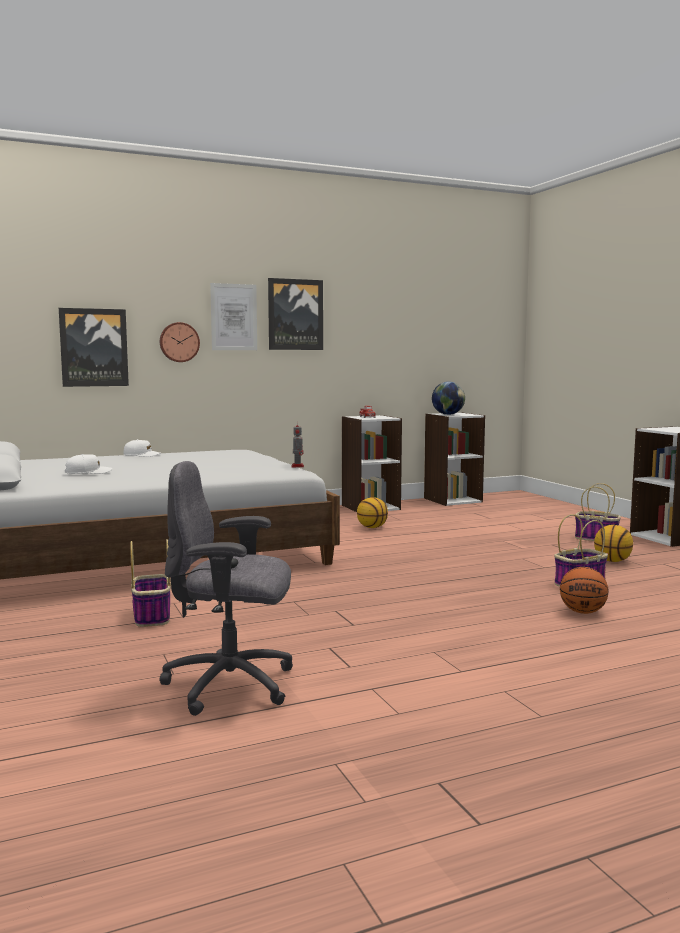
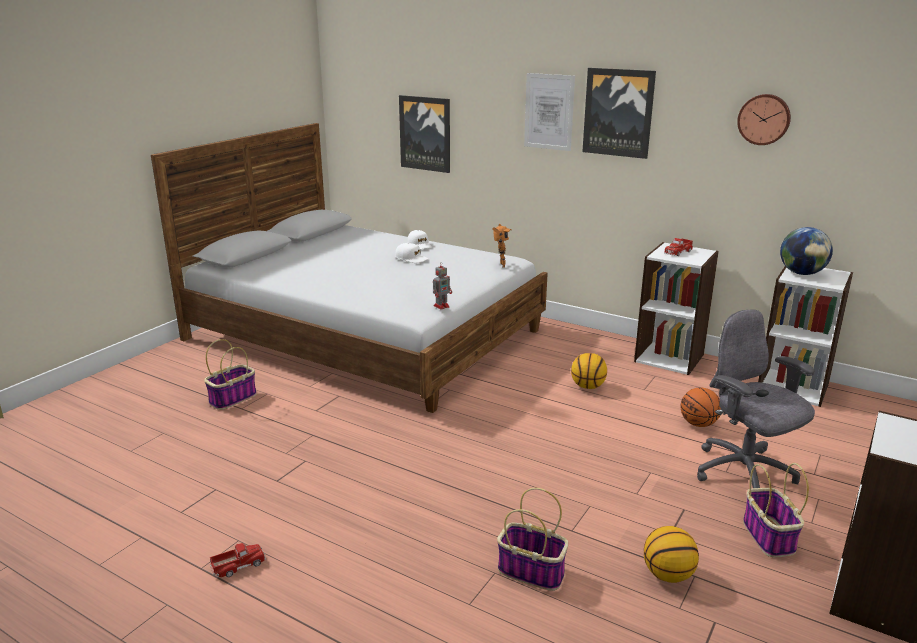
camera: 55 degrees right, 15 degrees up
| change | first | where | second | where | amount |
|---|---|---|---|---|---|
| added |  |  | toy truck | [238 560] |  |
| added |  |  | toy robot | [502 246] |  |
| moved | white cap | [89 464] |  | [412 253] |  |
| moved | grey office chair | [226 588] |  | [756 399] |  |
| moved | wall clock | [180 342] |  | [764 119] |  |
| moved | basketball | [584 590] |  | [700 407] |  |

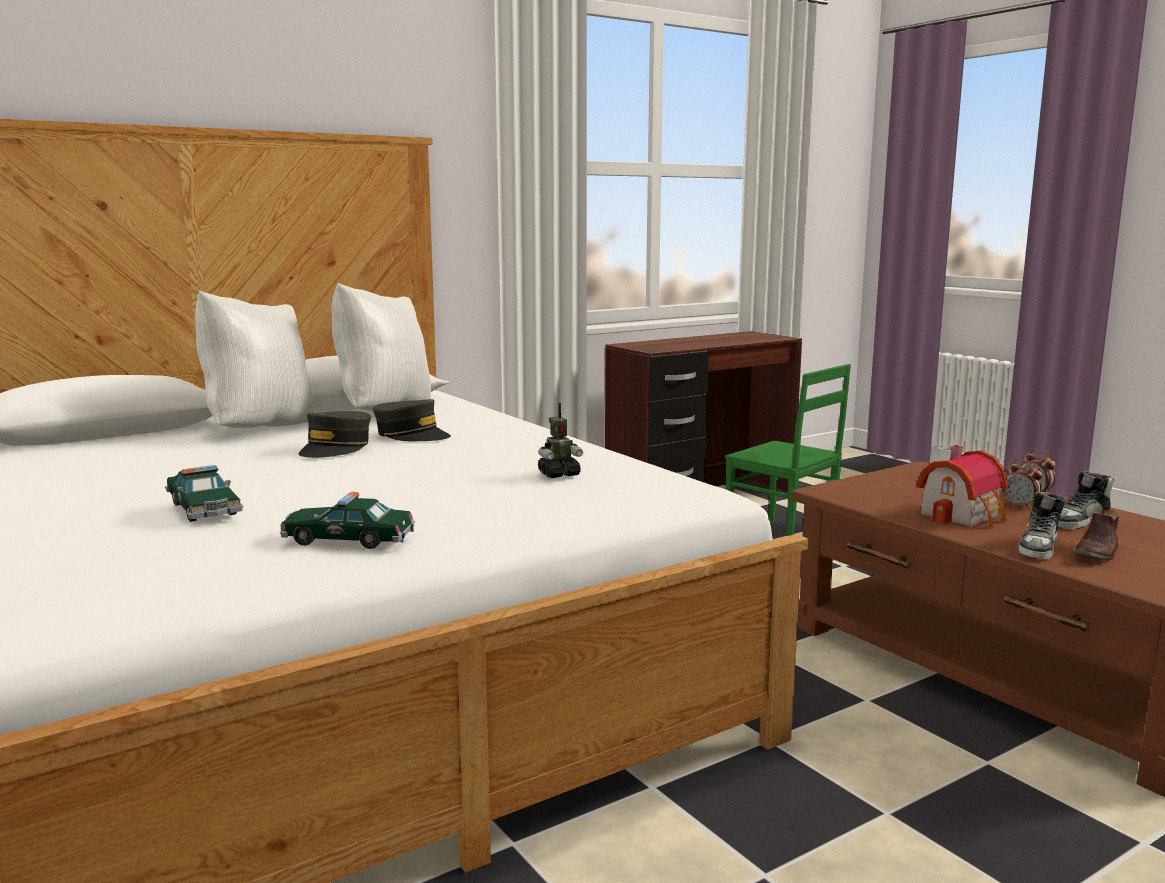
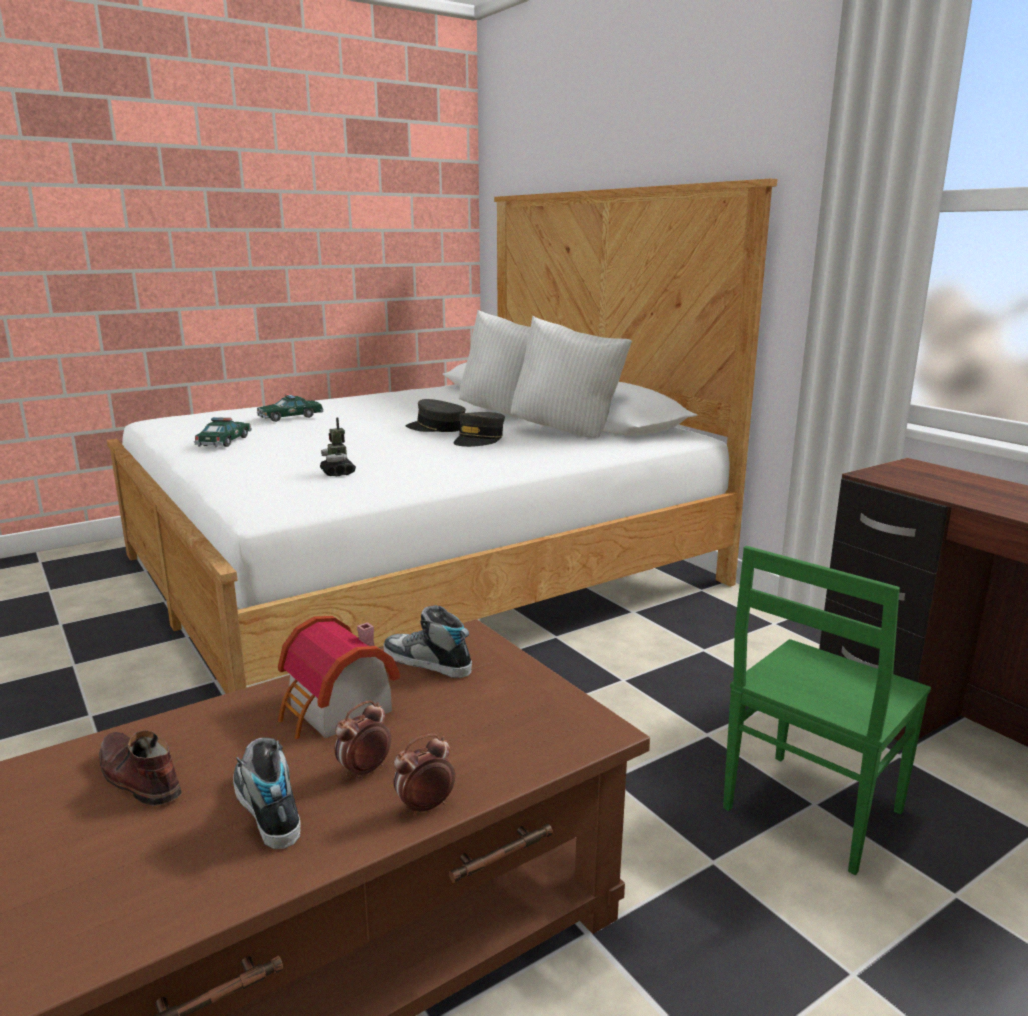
camera: 90 degrees right, 5 degrees up
| change | first | where | second | where | amount |
|---|---|---|---|---|---|
| moved | shoe | [1041 525] |  | [428 641] |  |

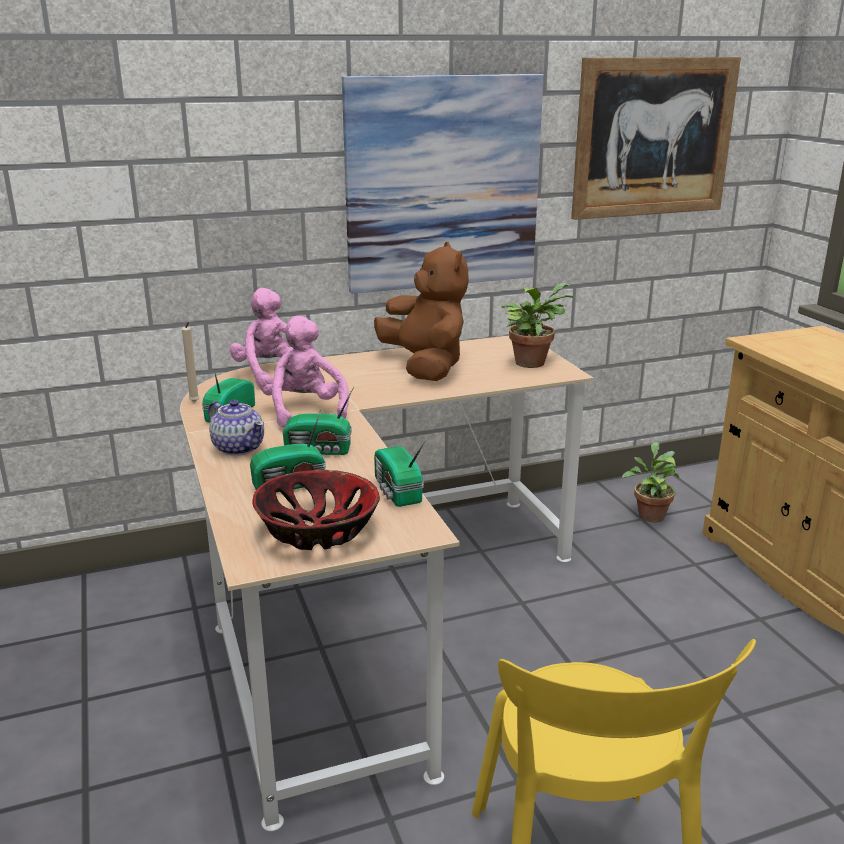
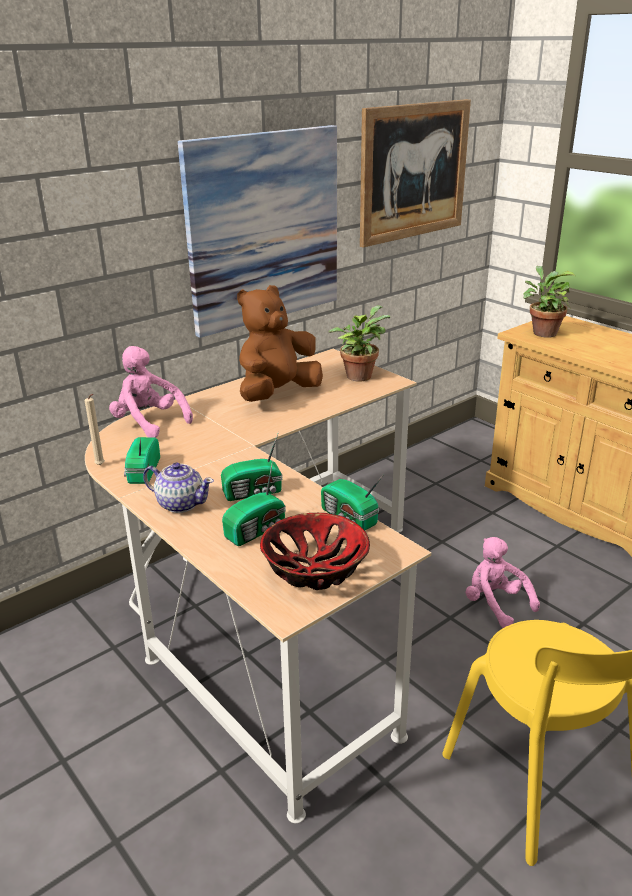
camera: 20 degrees left, 5 degrees up
| change | first | where | second | where | amount |
|---|---|---|---|---|---|
| moved | pink plush toy | [303 372] |  | [503 582] |  |
| moved | potted plant | [650 482] |  | [549 301] |  |
| turned | brown plush toy | [421 311] |  | [280 343] | 90 degrees counterclockwise |

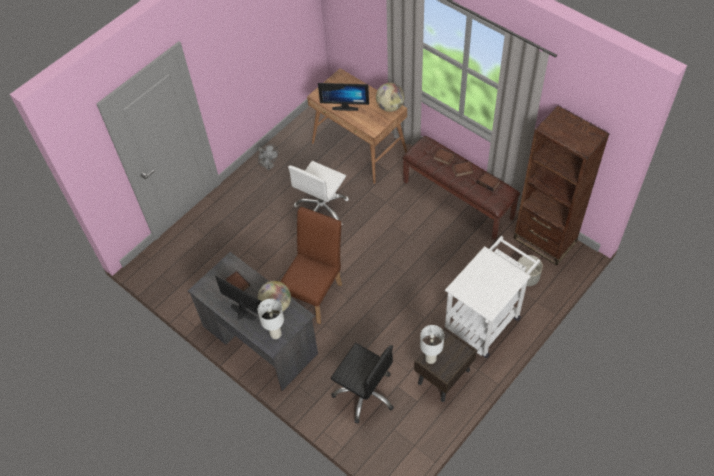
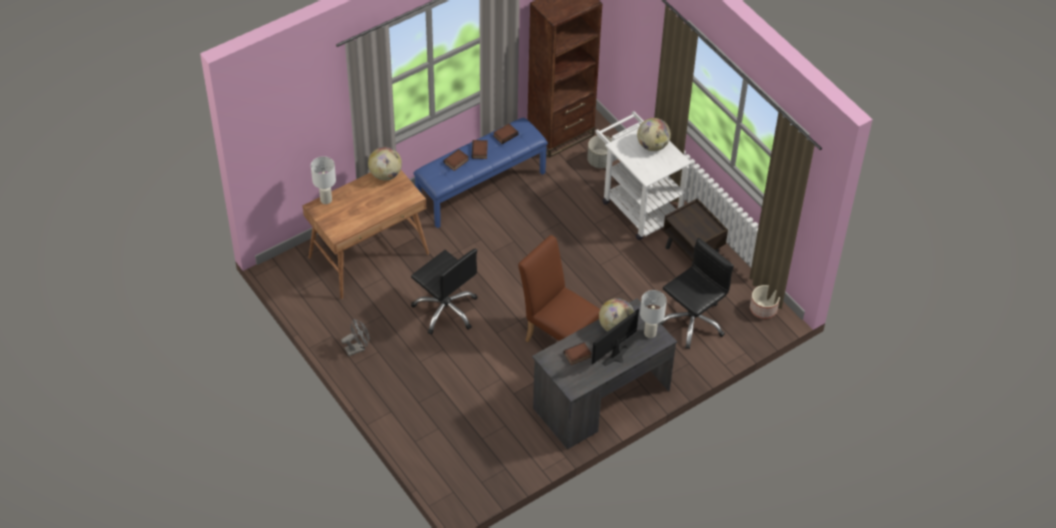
camera: 80 degrees left, 5 degrees down
| change | first | where | second | where | amount |
|---|---|---|---|---|---|
| removed | monitor | [343 97] |  |  |  |
| added |  |  | globe | [654 134] |  |
| added |  |  | planter | [765 302] |  |
| moved | white table lamp | [432 344] |  | [323 180] |  |
| recoloured | white office chair | [318 192] | black office chair | [444 292] |  |
| recoloured | brown bench | [461 188] | blue bench | [480 173] |  |

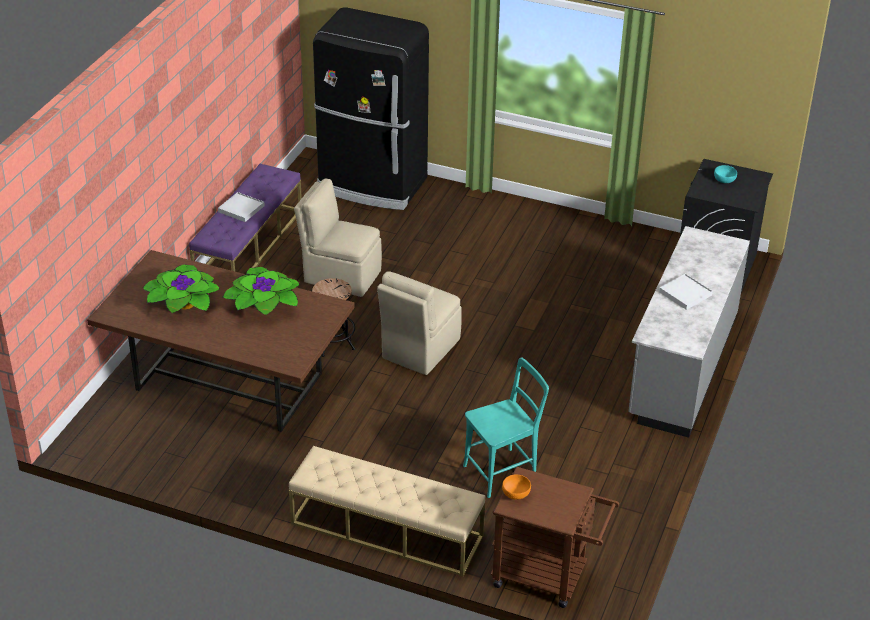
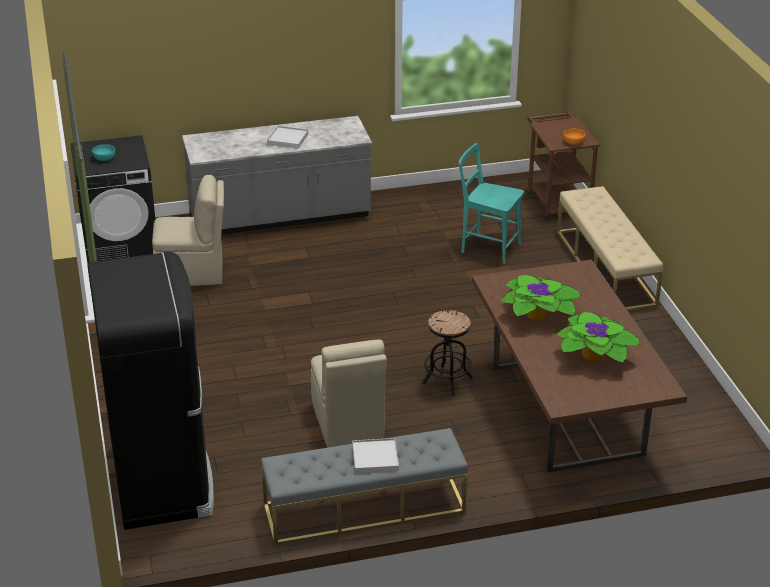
camera: 125 degrees left, 5 degrees down
| change | first | where | second | where | amount |
|---|---|---|---|---|---|
| moved | beige chair | [419 323] |  | [188 230] |  |
| recoloured | purple bench | [245 217] | grey bench | [364 486] |  |

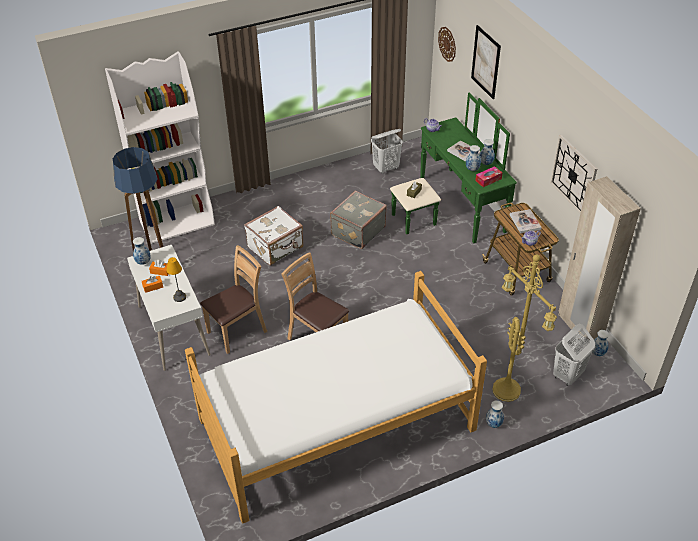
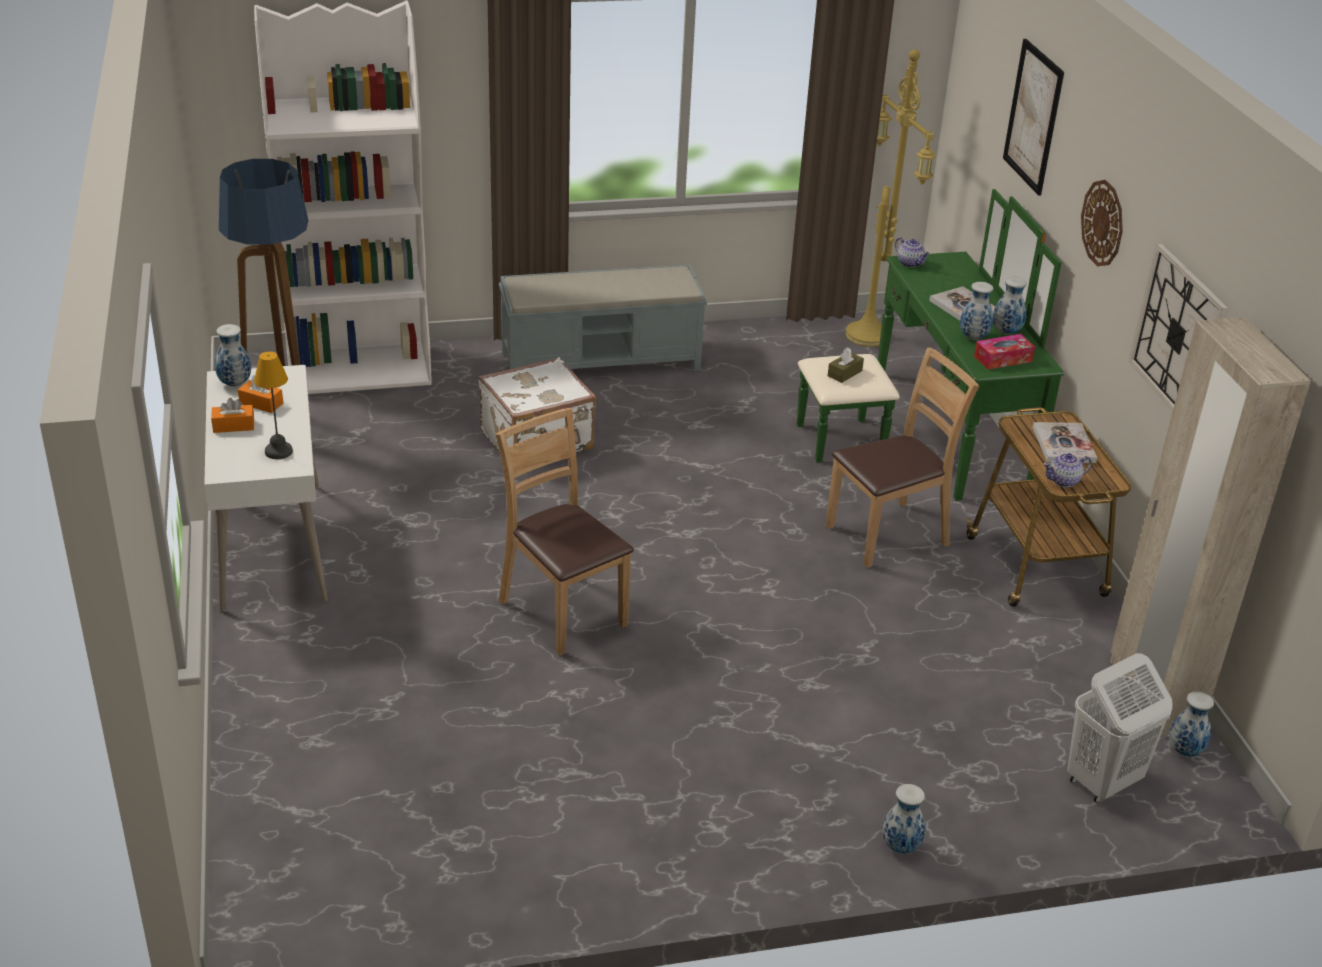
camera: 10 degrees right, 10 degrees down
| change | first | where | second | where | amount |
|---|---|---|---|---|---|
| removed | bed | [336 397] |  |  |  |
| removed | grey suitcase | [358 219] |  |  |  |
| removed | white laundry basket | [387 151] |  |  |  |
| added |  |  | grey bench | [603 317] |  |
| moved | brown chair | [233 299] |  | [902 457] |  |
| moved | wall clock | [447 44] |  | [1102 223] |  |
| moved | yellow floor lamp | [524 328] |  | [891 198] |  |

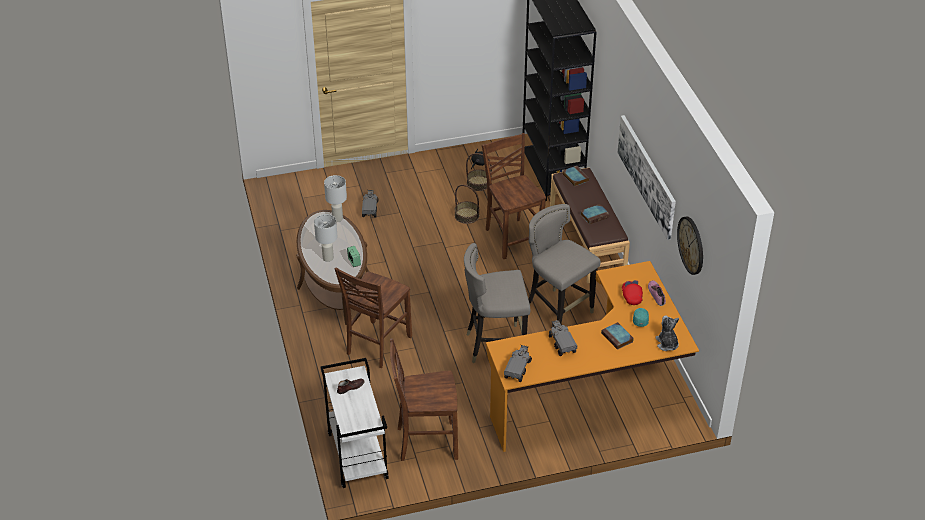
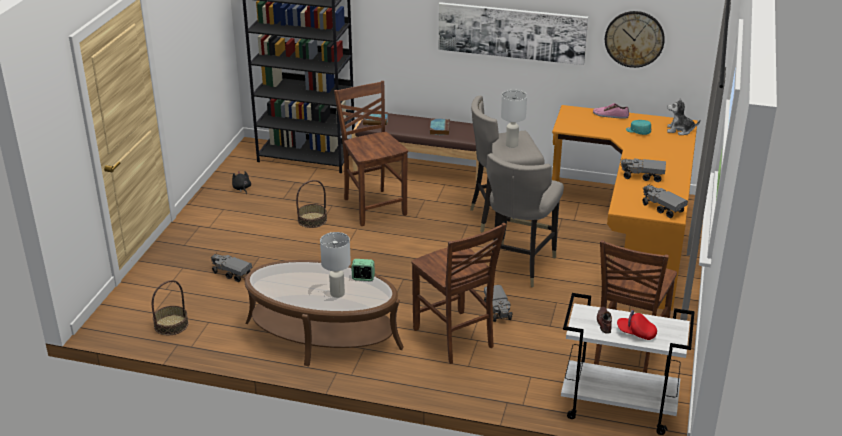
camera: 60 degrees left, 10 degrees down
| change | first | where | second | where | amount |
|---|---|---|---|---|---|
| removed | book | [617 336] |  |  |  |
| added |  |  | toy truck | [498 303] |  |
| moved | white table lamp | [335 198] |  | [514 119] |  |
| moved | basket | [479 172] |  | [170 307] |  |
| moved | red cap | [632 292] |  | [637 325] |  |
| turned | brown chair | [514 196] |  | [371 153] | 60 degrees clockwise |

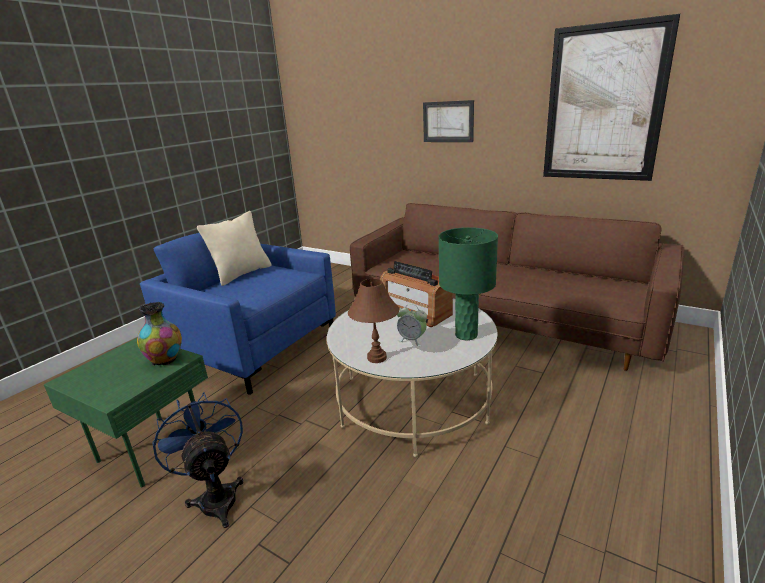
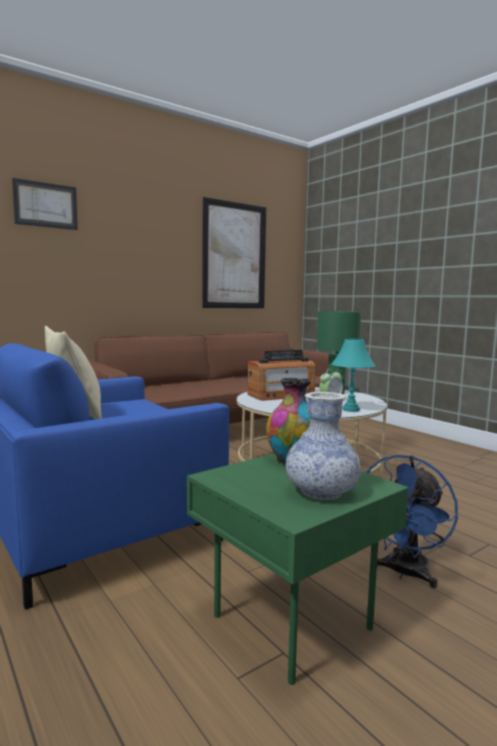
camera: 70 degrees left, 15 degrees down
| change | first | where | second | where | amount |
|---|---|---|---|---|---|
| added |  |  | vase | [323 446] |  |
| moved | picture | [448 121] |  | [45 204] |  |
| recoloured | brown table lamp | [373 321] | turquoise table lamp | [353 375] |  |
| turned | blue fan | [198 460] |  | [412 521] | 45 degrees counterclockwise |

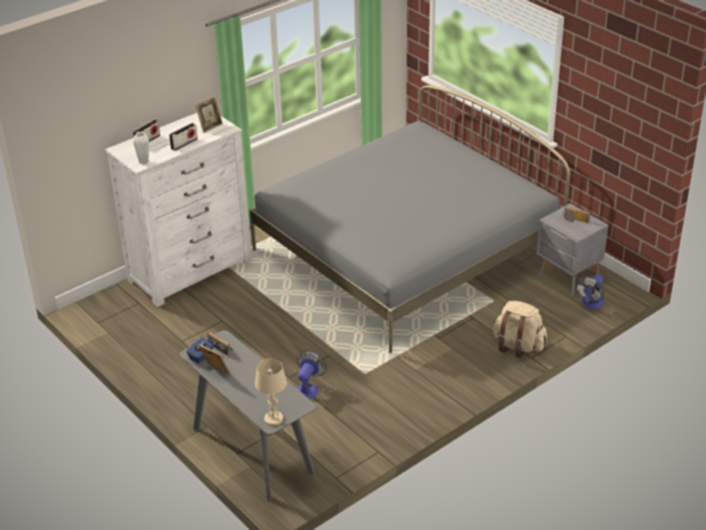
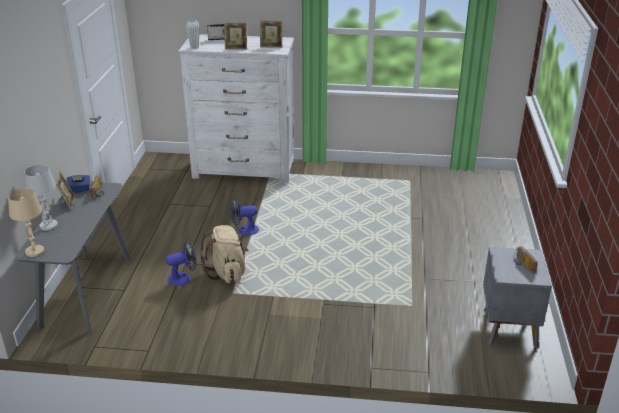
camera: 45 degrees right, 5 degrees down
| change | first | where | second | where | amount |
|---|---|---|---|---|---|
| removed | grey bed | [409 219] |  |  |  |
| added |  |  | white table lamp | [41 198] |  |
| moved | beige backpack | [520 329] |  | [224 254] |  |
| moved | fan | [590 292] |  | [245 217] |  |
| replaced | radio | [183 137] | picture frame | [235 36] |  |

